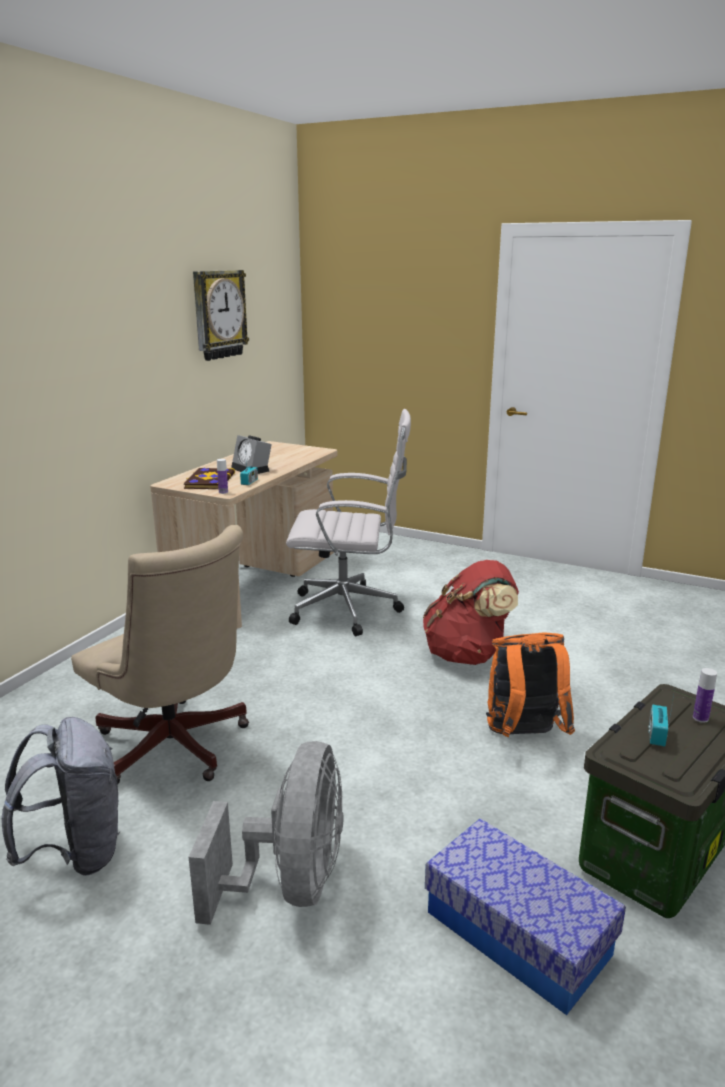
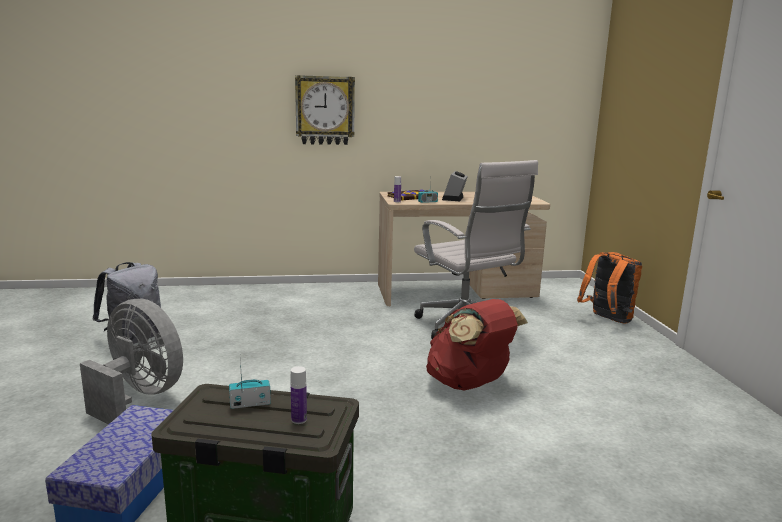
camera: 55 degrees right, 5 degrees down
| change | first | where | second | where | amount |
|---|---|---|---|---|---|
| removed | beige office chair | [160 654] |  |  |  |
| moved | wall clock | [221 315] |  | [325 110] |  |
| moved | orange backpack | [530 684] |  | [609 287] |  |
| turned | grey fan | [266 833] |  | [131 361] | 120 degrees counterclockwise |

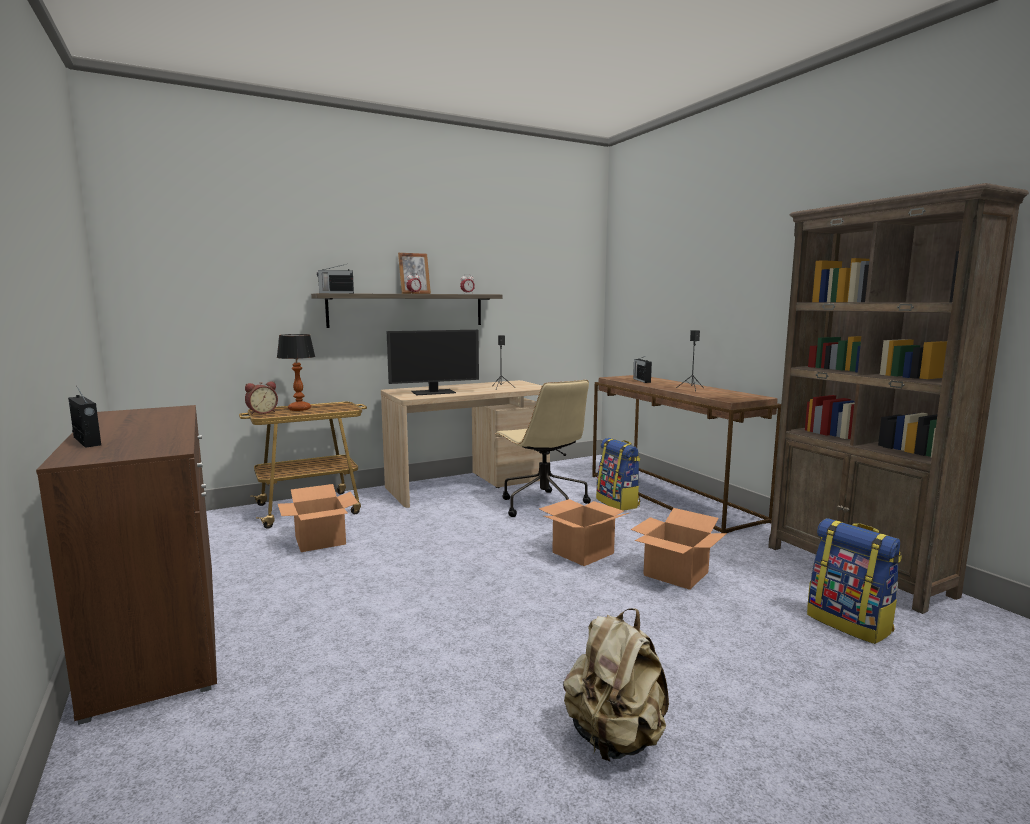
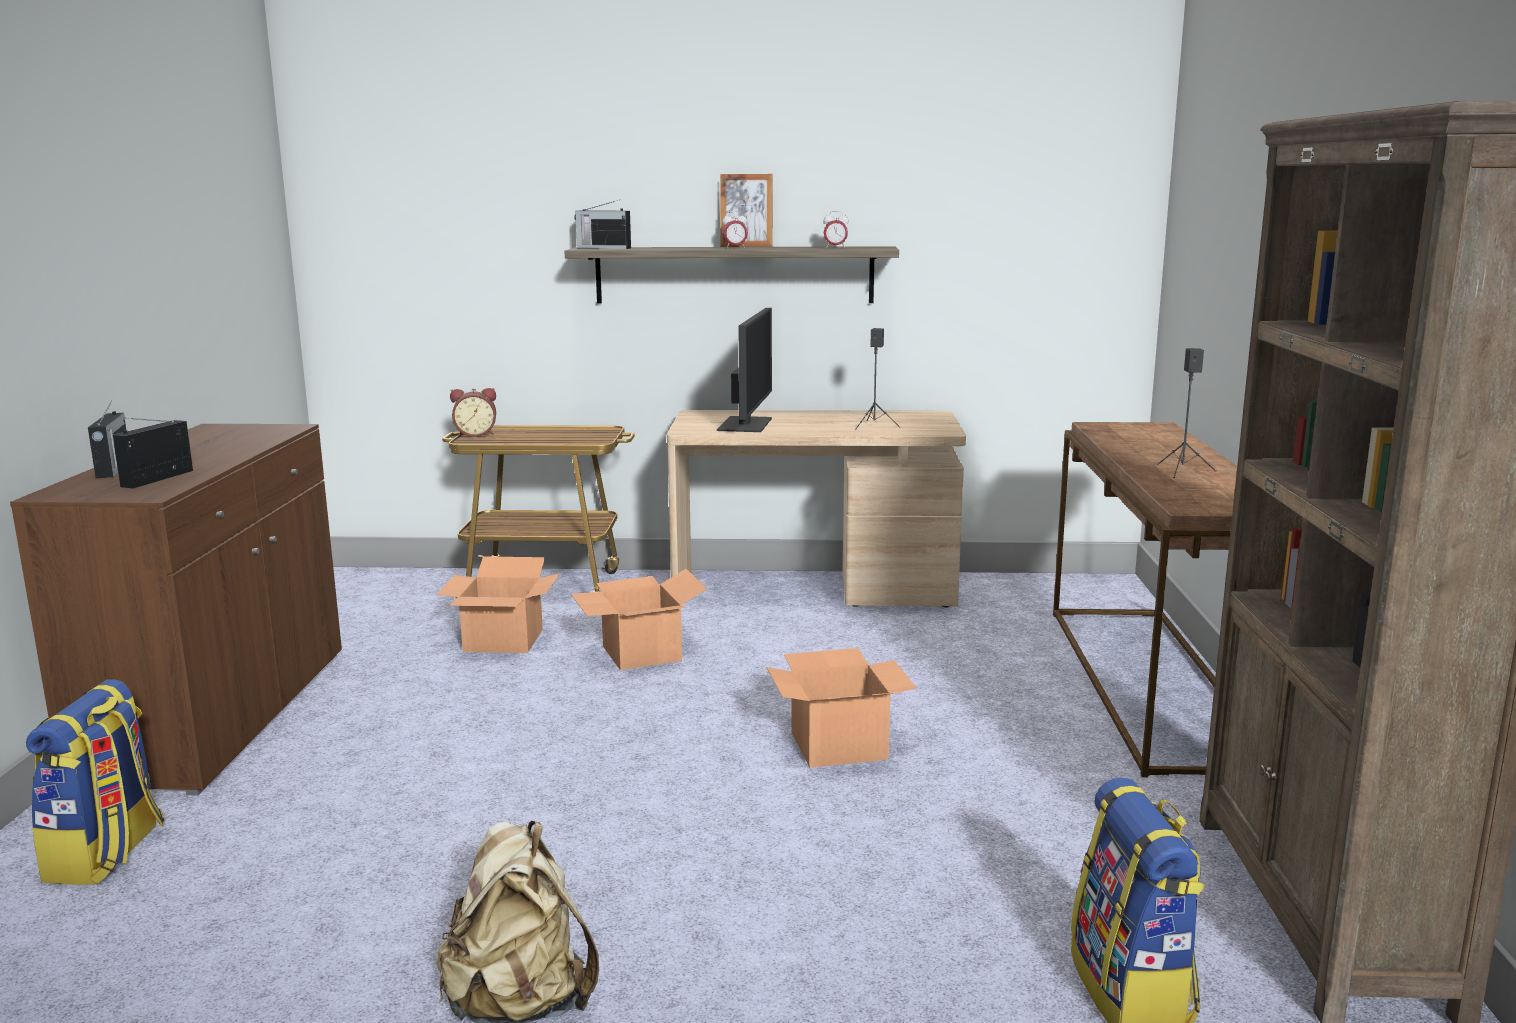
camera: 30 degrees right, 5 degrees up
| change | first | where | second | where | amount |
|---|---|---|---|---|---|
| removed | table lamp | [296 372] |  |  |  |
| removed | beige office chair | [543 448] |  |  |  |
| moved | backpack | [618 474] |  | [95 782] |  |
| moved | cardboard box | [679 549] |  | [639 619] |  |
| moved | radio | [642 369] |  | [153 453] |  |
| turned | monitor | [433 362] |  | [744 370] | 90 degrees counterclockwise |

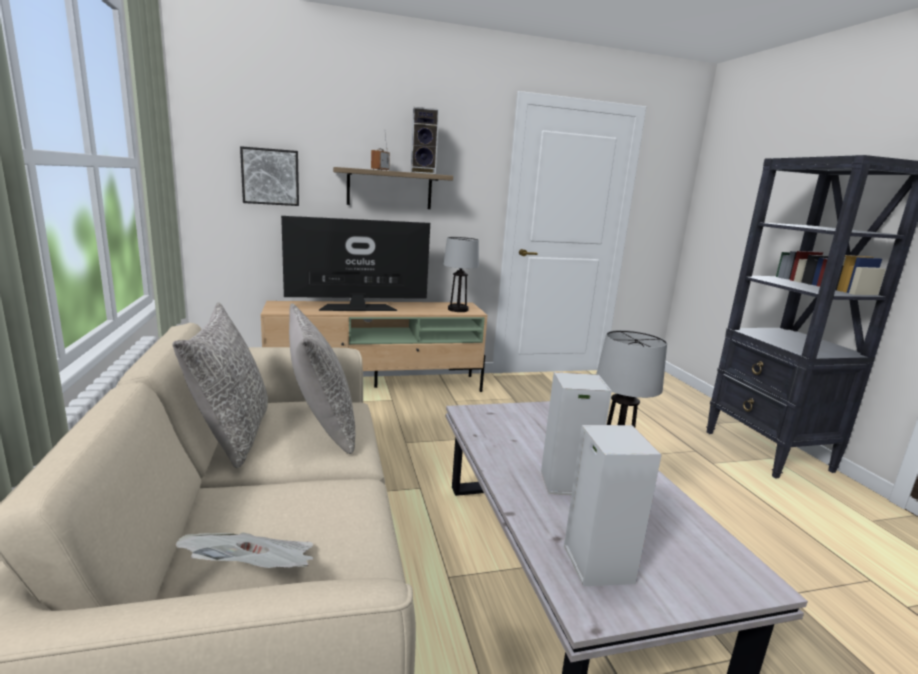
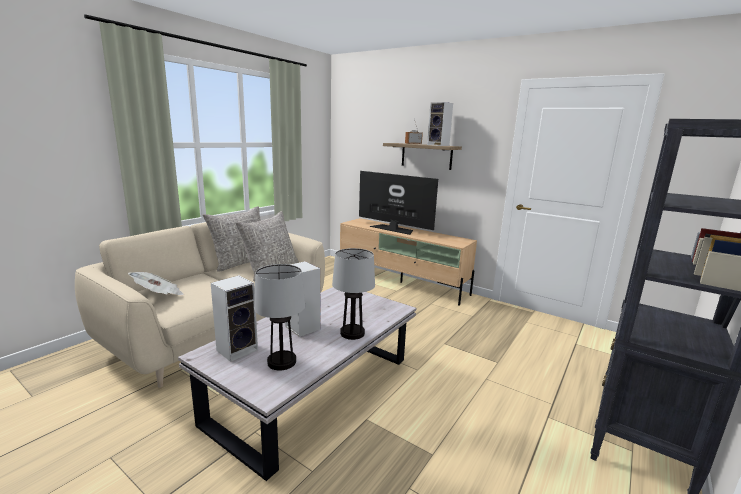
camera: 50 degrees right, 0 degrees up
| change | first | where | second | where | amount |
|---|---|---|---|---|---|
| removed | picture | [269 176] |  |  |  |
| moved | table lamp | [461 274] |  | [279 317] |  |

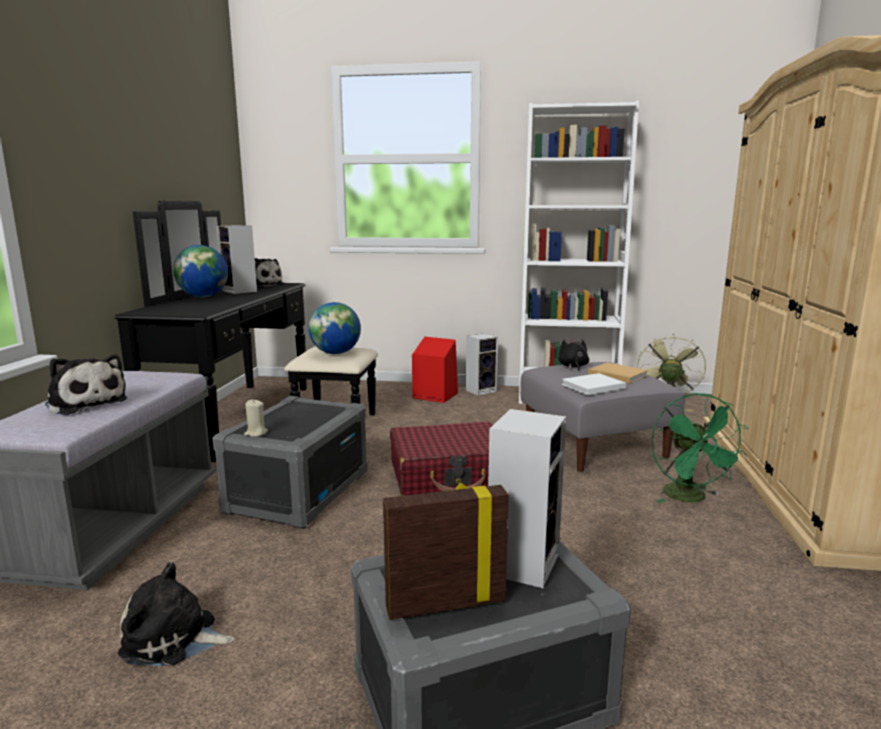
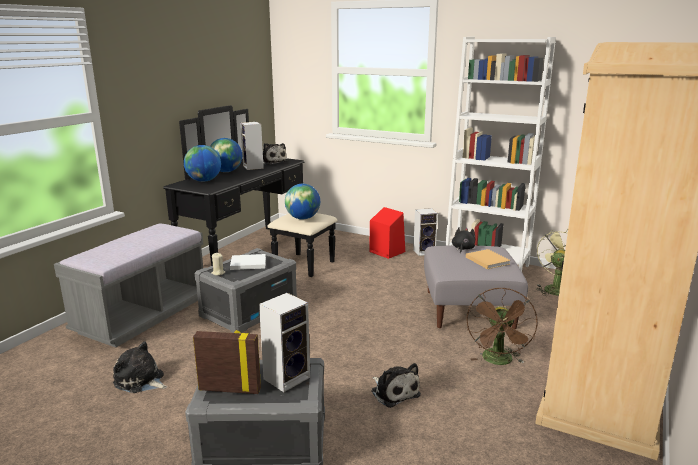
camera: 20 degrees right, 5 degrees up
| change | first | where | second | where | amount |
|---|---|---|---|---|---|
| removed | red suitcase | [441 459] |  |  |  |
| added |  |  | globe | [202 163] |  |
| moved | plush toy | [86 385] |  | [396 385] |  |
| moved | white book | [594 384] |  | [248 262] |  |
| recoloured | green fan | [699 448] | brown fan | [502 326] |  |

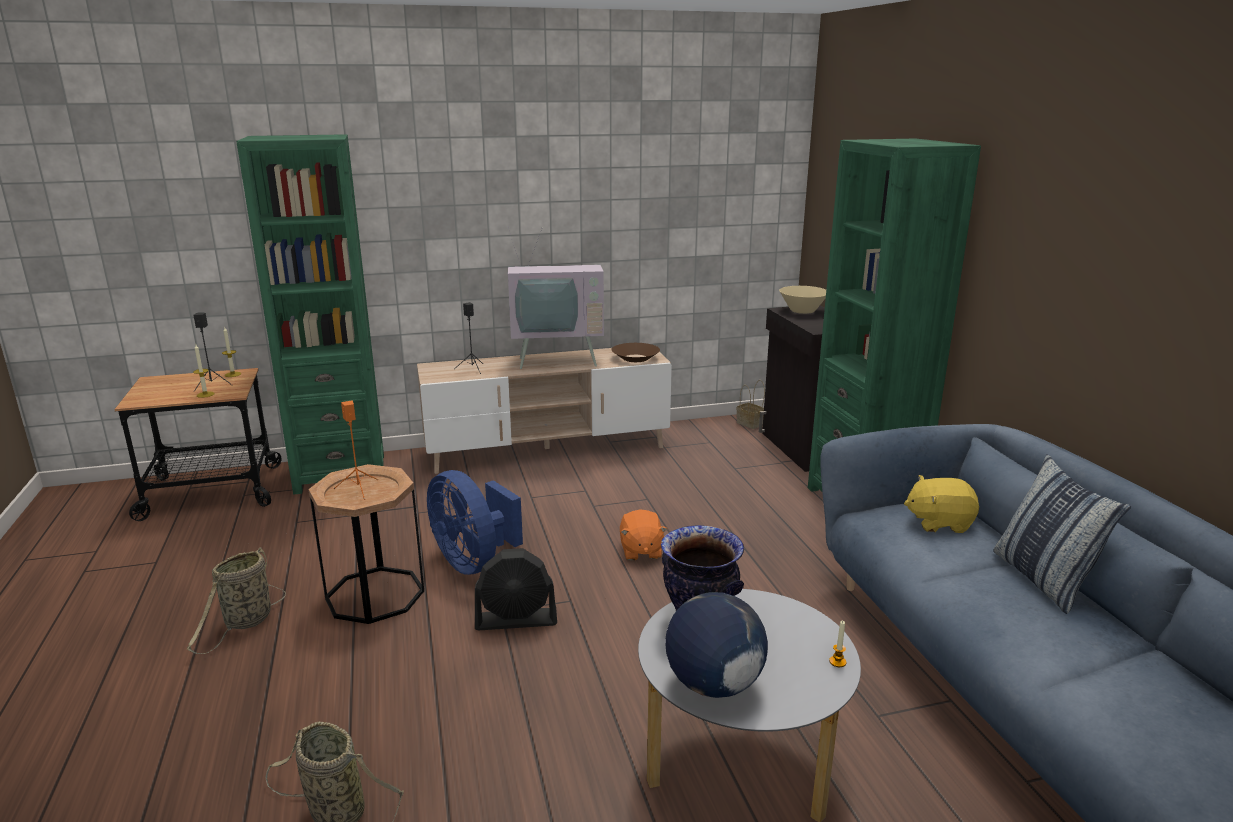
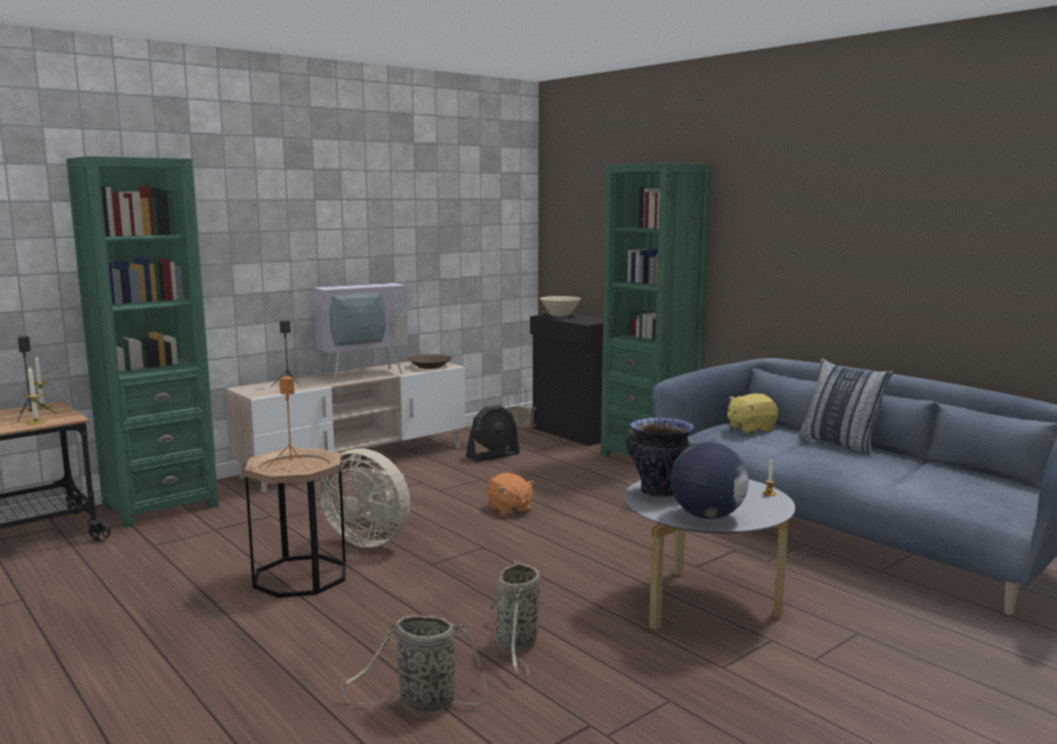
camera: 25 degrees left, 10 degrees down
| change | first | where | second | where | amount |
|---|---|---|---|---|---|
| moved | basket | [236 600] |  | [513 617] |  |
| moved | black fan | [516 589] |  | [493 433] |  |
| recoloured | blue fan | [475 522] | beige fan | [364 498] |  |

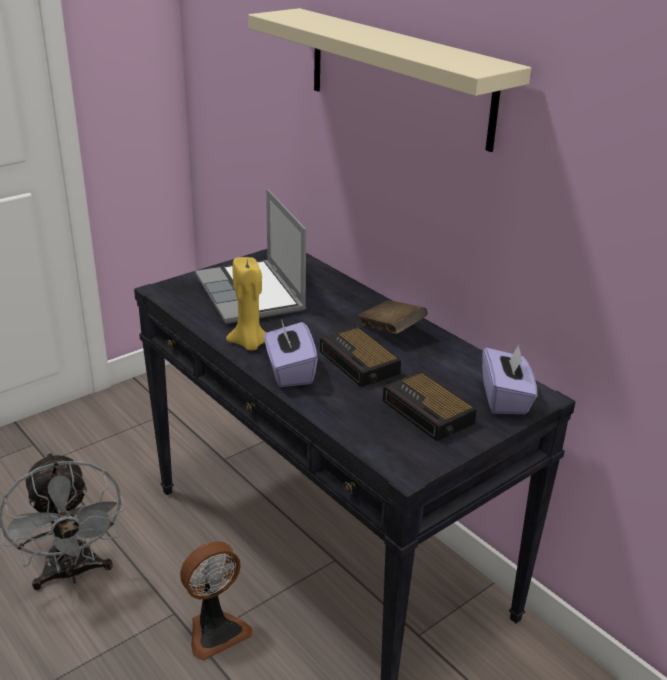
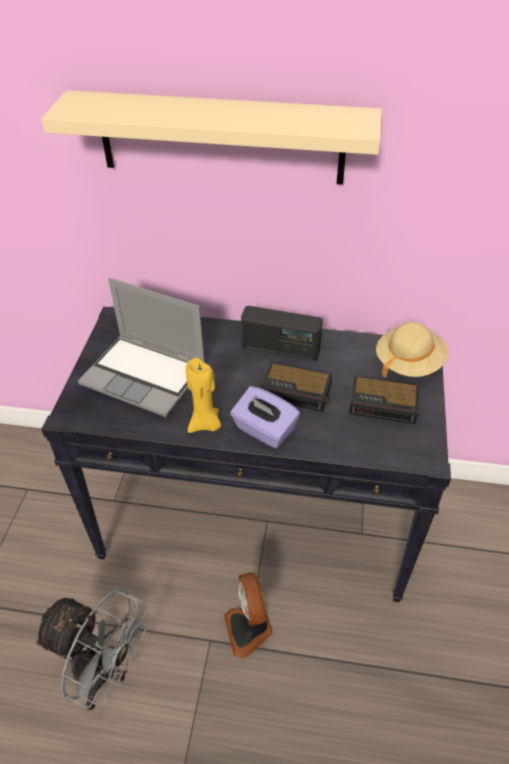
camera: 40 degrees left, 15 degrees up
| change | first | where | second | where | amount |
|---|---|---|---|---|---|
| replaced | brown book | [392 317] | radio | [282 333] |  |
| replaced | purple tissue box | [509 379] | beige hat | [412 350] |  |
| turned | fan | [216 601] |  | [248 615] | 150 degrees clockwise |

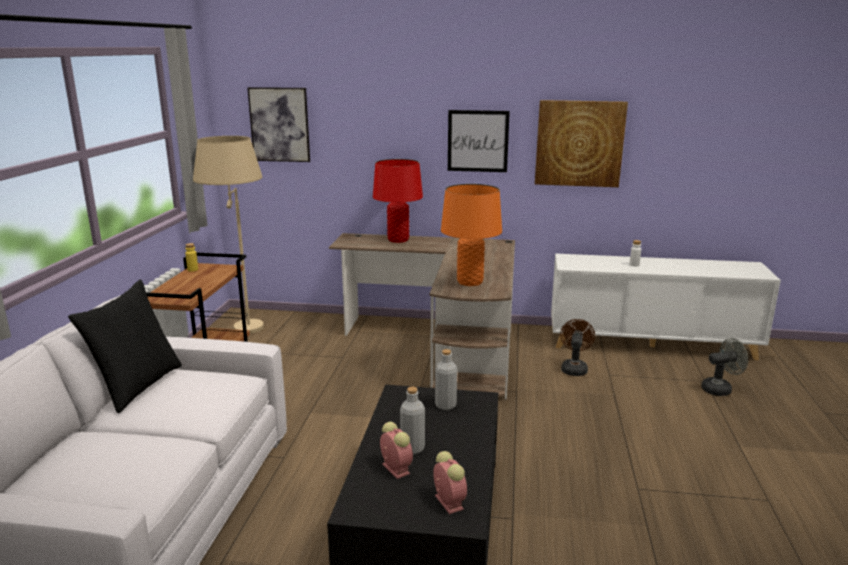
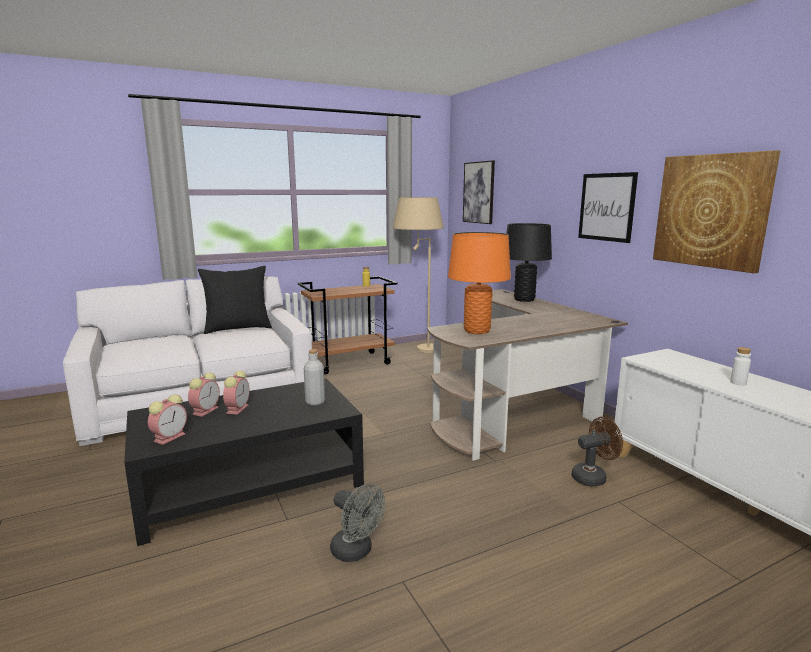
camera: 55 degrees right, 5 degrees down
| change | first | where | second | where | amount |
|---|---|---|---|---|---|
| moved | grey fan | [724 367] |  | [357 523] |  |
| replaced | grey bottle | [412 421] | alarm clock | [236 393] |  |
| recoloured | red table lamp | [398 201] | black table lamp | [529 262] |  |

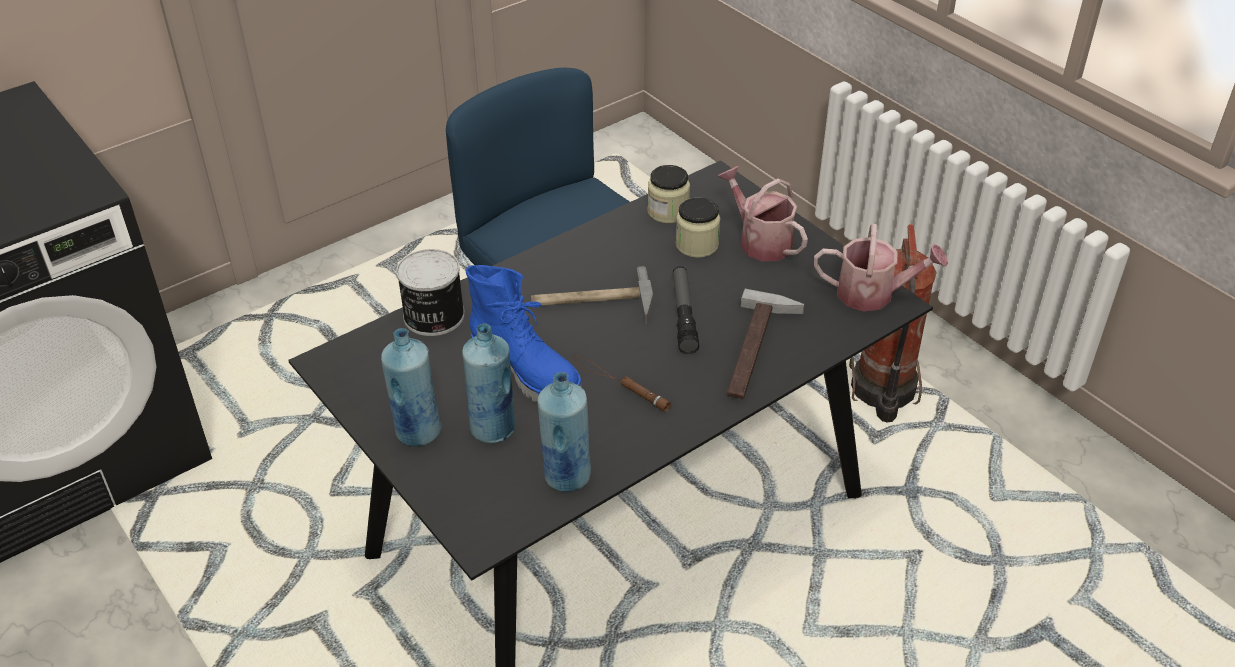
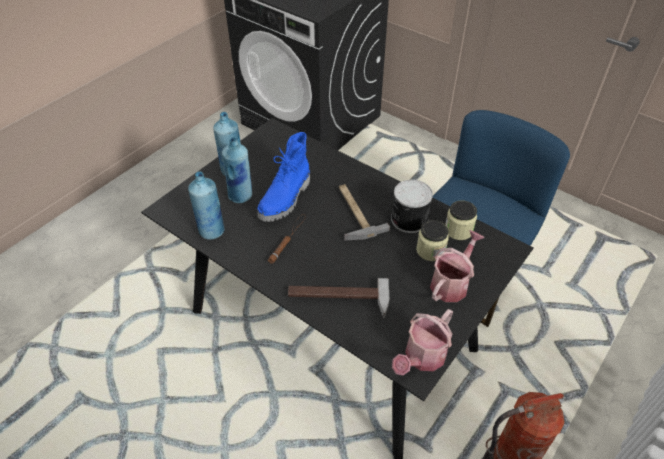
camera: 75 degrees right, 5 degrees up
| change | first | where | second | where | amount |
|---|---|---|---|---|---|
| removed | flashlight | [686 310] |  |  |  |
| moved | can | [430 292] |  | [412 206] |  |
| turned | watering can | [881 267] |  | [422 342] | 45 degrees clockwise |

